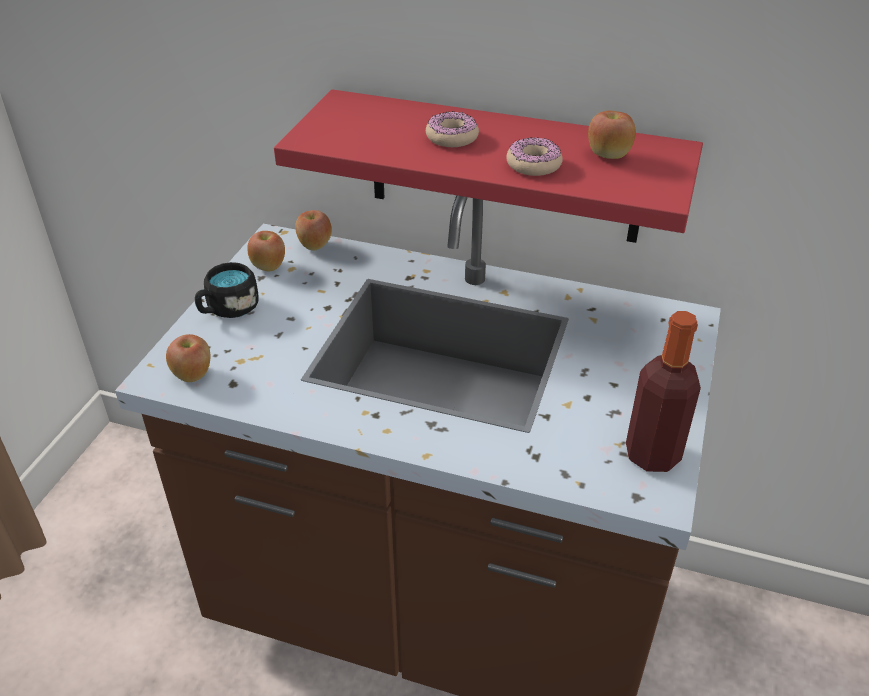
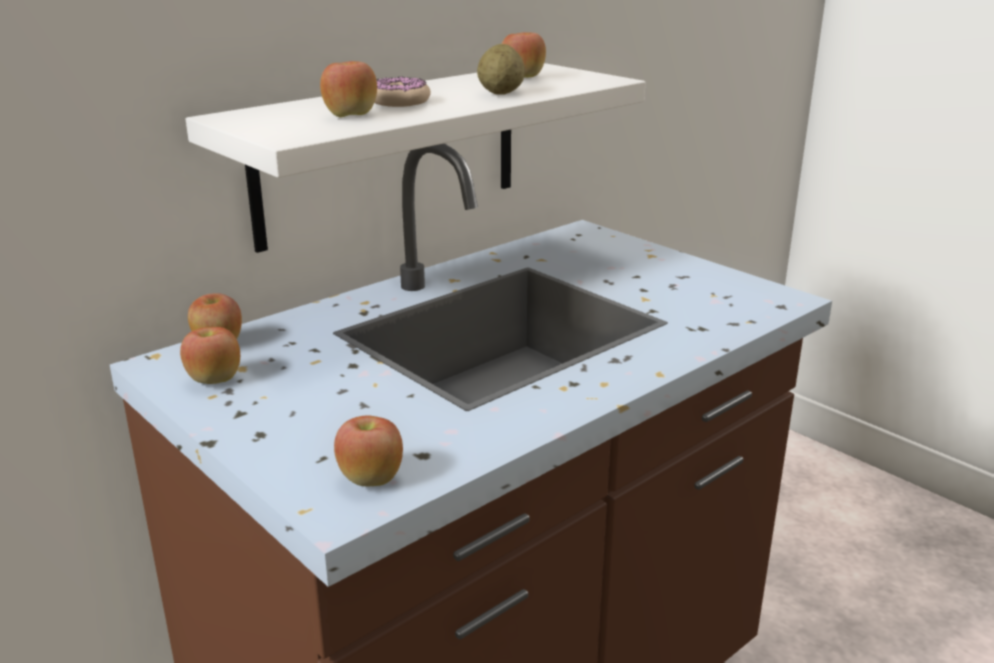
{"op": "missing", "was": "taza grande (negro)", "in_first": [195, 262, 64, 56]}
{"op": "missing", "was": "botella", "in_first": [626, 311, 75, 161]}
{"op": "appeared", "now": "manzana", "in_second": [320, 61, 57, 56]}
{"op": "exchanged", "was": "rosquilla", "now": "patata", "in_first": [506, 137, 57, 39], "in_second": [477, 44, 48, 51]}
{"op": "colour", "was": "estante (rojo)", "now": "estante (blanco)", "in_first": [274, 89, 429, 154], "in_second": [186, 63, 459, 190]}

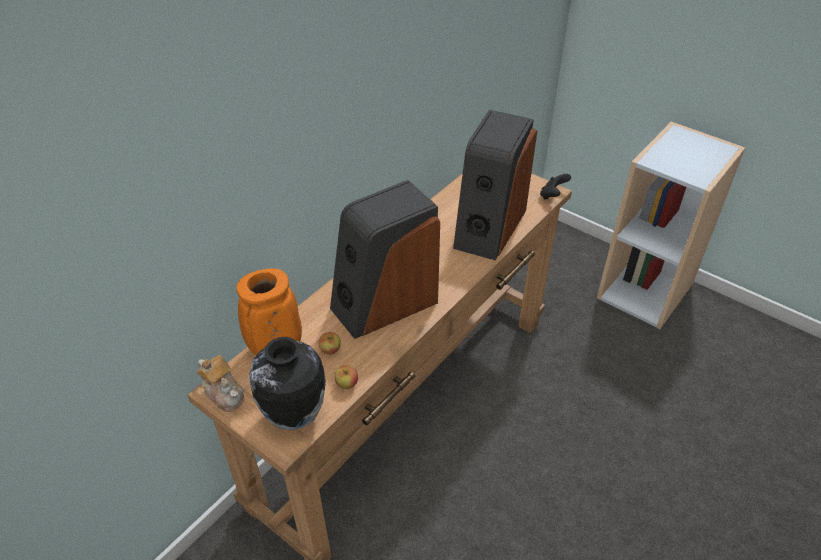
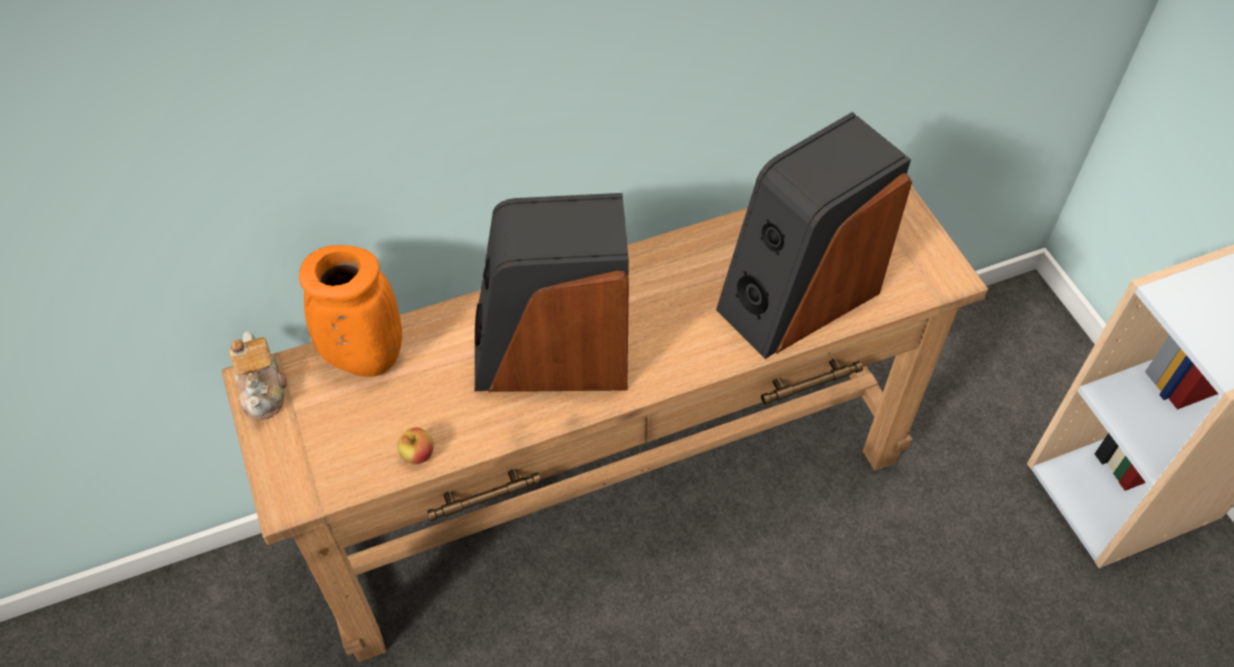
{"op": "missing", "was": "florero", "in_first": [249, 337, 77, 93]}
{"op": "missing", "was": "manzana", "in_first": [318, 332, 23, 23]}
{"op": "missing", "was": "mando de consola (negro)", "in_first": [540, 174, 31, 26]}

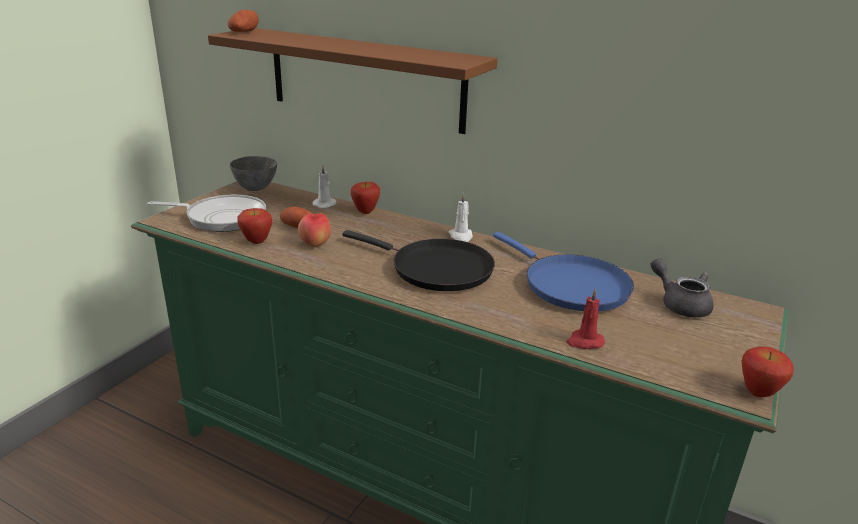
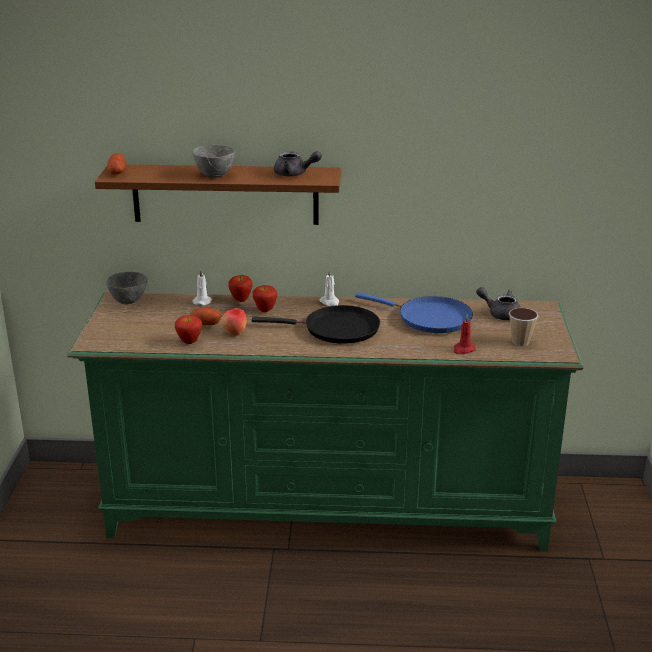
{"op": "missing", "was": "sartén", "in_first": [148, 195, 118, 37]}
{"op": "appeared", "now": "cuenco (gris)", "in_second": [193, 145, 42, 33]}
{"op": "appeared", "now": "tetera (gris)", "in_second": [274, 151, 48, 26]}
{"op": "appeared", "now": "taza", "in_second": [509, 308, 29, 38]}
{"op": "relocated", "was": "manzana", "in_first": [742, 346, 52, 51], "in_second": [253, 285, 24, 27]}

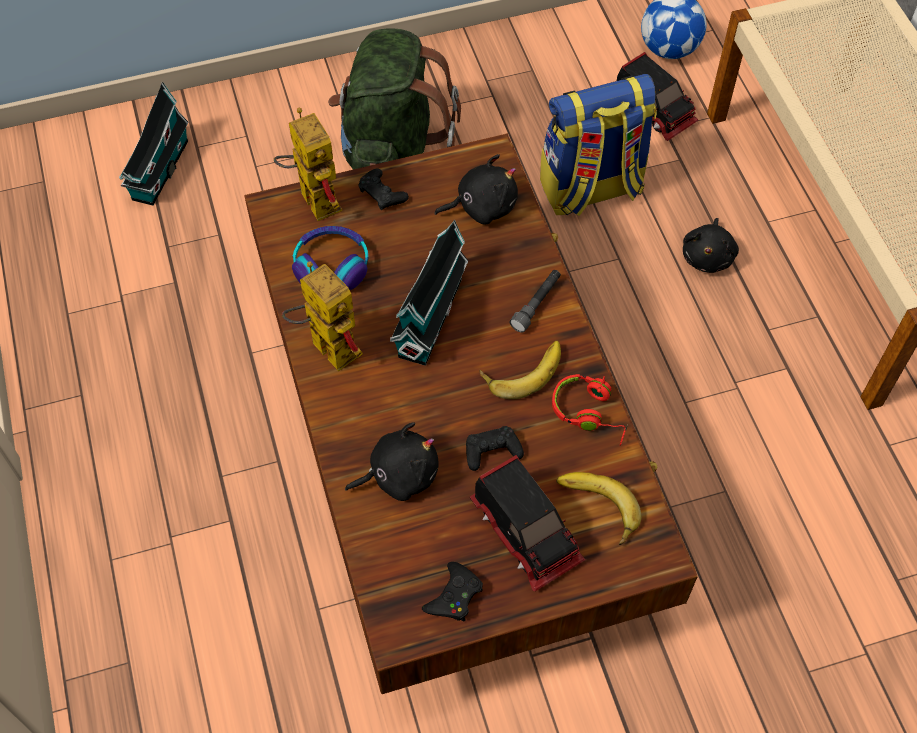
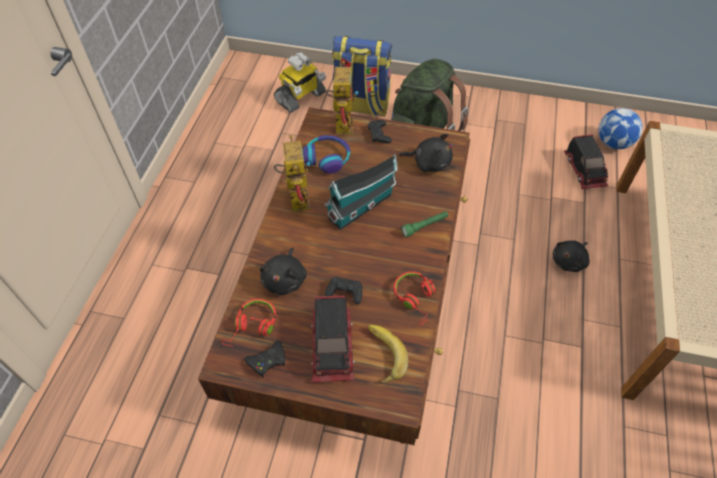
{"op": "missing", "was": "plátano", "in_first": [480, 341, 81, 58]}
{"op": "appeared", "now": "auriculares (rojo)", "in_second": [221, 299, 56, 48]}
{"op": "relocated", "was": "mochila", "in_first": [540, 74, 117, 142], "in_second": [332, 36, 60, 81]}
{"op": "exchanged", "was": "casita", "now": "robot de juguete", "in_first": [119, 82, 70, 123], "in_second": [274, 52, 52, 61]}
{"op": "colour", "was": "linterna (gris)", "now": "linterna (verde)", "in_first": [510, 270, 51, 63], "in_second": [401, 211, 47, 26]}
{"op": "spun", "was": "peluche (negro)", "in_first": [345, 422, 93, 79], "in_second": [260, 247, 47, 48], "clockwise": 90}

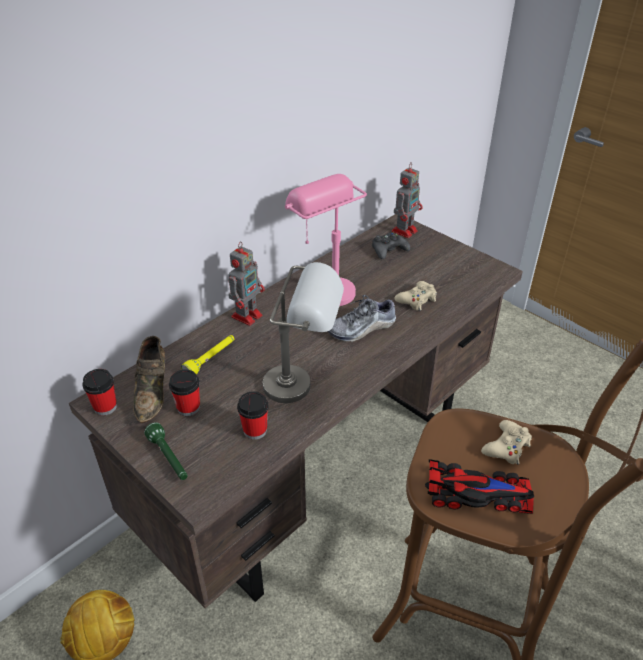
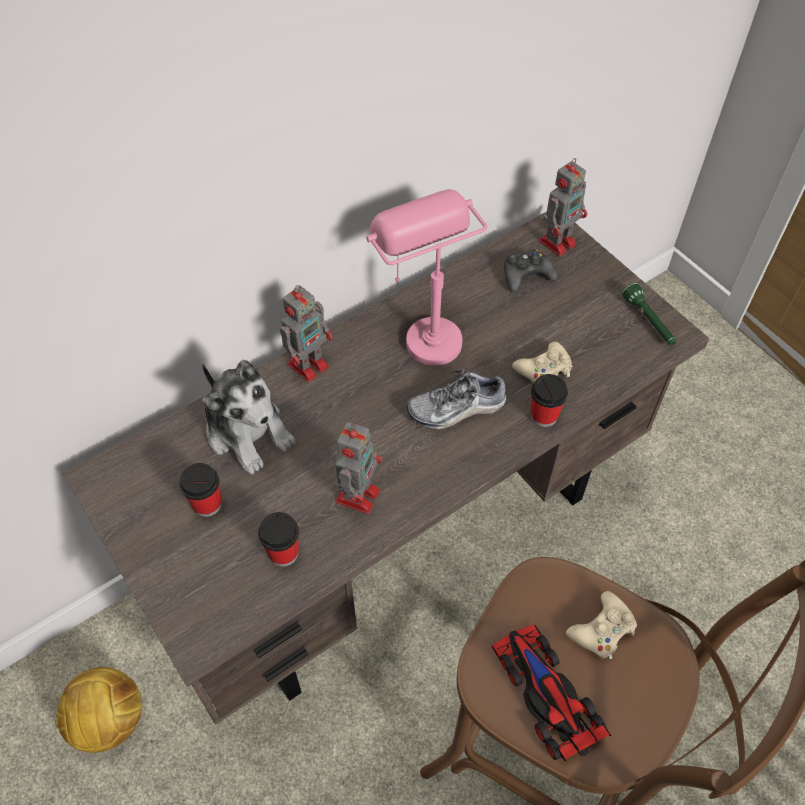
{"op": "missing", "was": "zapato (marrón)", "in_first": [133, 336, 32, 87]}
{"op": "relocated", "was": "taza", "in_first": [82, 369, 35, 47], "in_second": [531, 374, 37, 53]}
{"op": "relocated", "was": "linterna (verde)", "in_first": [144, 422, 43, 58], "in_second": [622, 283, 54, 63]}
{"op": "exchanged", "was": "linterna (amarillo)", "now": "peluche", "in_first": [181, 335, 53, 39], "in_second": [202, 360, 94, 115]}
{"op": "exchanged", "was": "lámpara de mesa (gris)", "now": "robot de juguete", "in_first": [263, 262, 81, 141], "in_second": [335, 422, 47, 92]}
{"op": "spun", "was": "coche de juguete", "in_first": [425, 459, 109, 55], "in_second": [492, 624, 119, 137], "clockwise": -135}

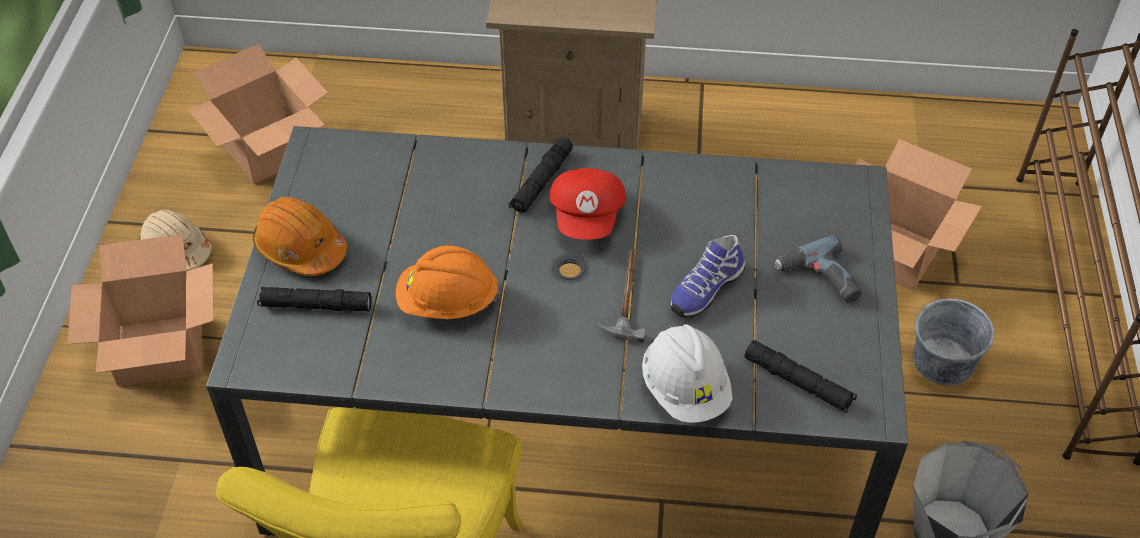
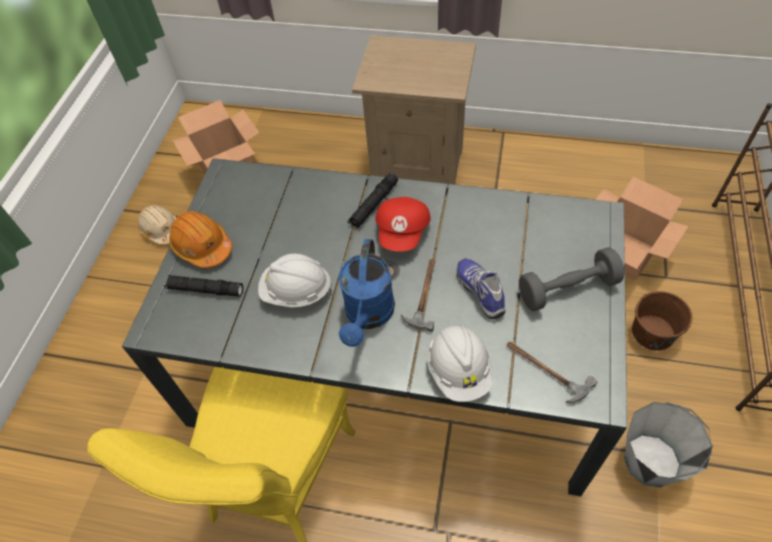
{"op": "missing", "was": "caja de cartón", "in_first": [67, 234, 147, 153]}
{"op": "appeared", "now": "regadera (azul)", "in_second": [338, 239, 57, 108]}
{"op": "exchanged", "was": "linterna (negro)", "now": "martillo", "in_first": [745, 340, 112, 73], "in_second": [507, 342, 90, 61]}
{"op": "exchanged", "was": "taladro", "now": "mancuerna (gris)", "in_first": [774, 235, 88, 68], "in_second": [519, 247, 105, 64]}
{"op": "colour", "was": "casco (naranja)", "now": "casco (blanco)", "in_first": [396, 246, 103, 73], "in_second": [258, 254, 75, 54]}
{"op": "colour", "was": "cubo (gris)", "now": "cubo (marrón)", "in_first": [913, 299, 82, 86], "in_second": [632, 291, 61, 60]}
{"op": "spun", "was": "zapato", "in_first": [670, 235, 75, 83], "in_second": [457, 258, 48, 61], "clockwise": 105}

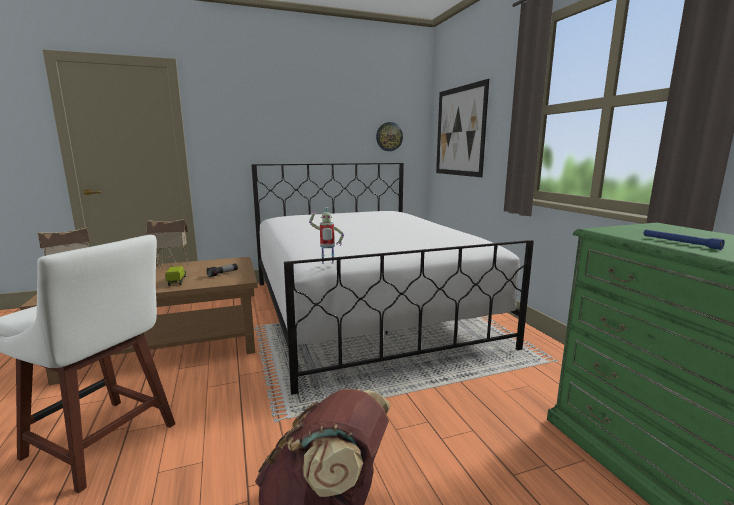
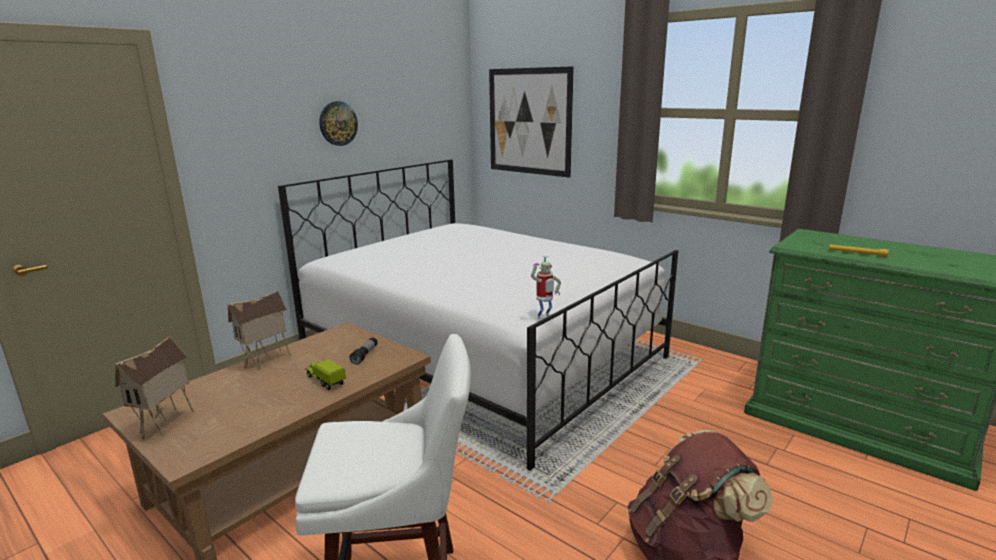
{"op": "relocated", "was": "reloj de pared", "in_first": [376, 122, 27, 29], "in_second": [319, 101, 39, 45]}
{"op": "colour", "was": "linterna (azul)", "now": "linterna (amarillo)", "in_first": [643, 229, 82, 21], "in_second": [829, 245, 59, 12]}

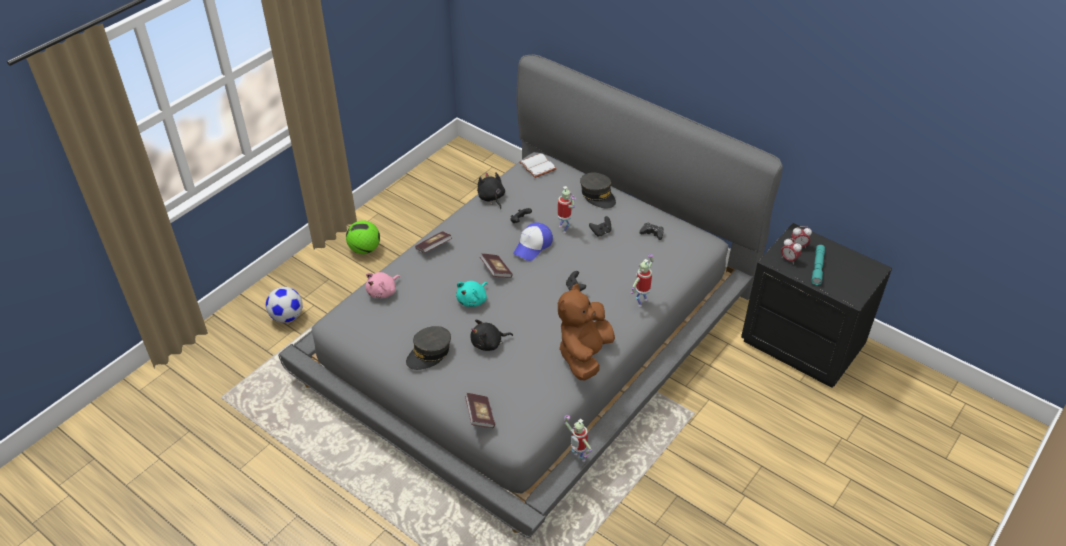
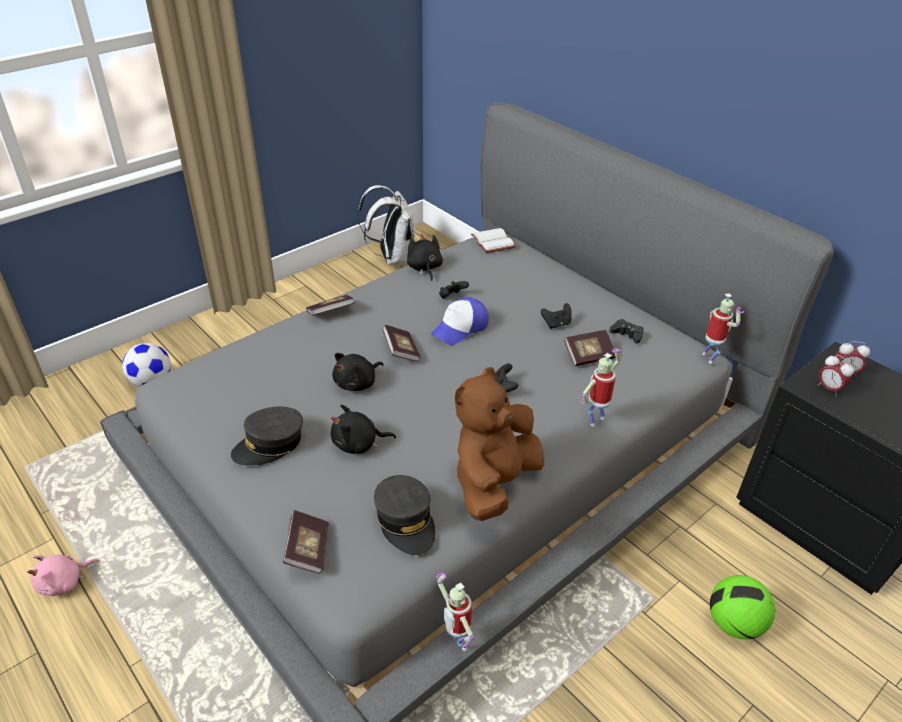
{"op": "missing", "was": "linterna (turquesa)", "in_first": [811, 245, 14, 41]}
{"op": "appeared", "now": "mochila (blanco)", "in_second": [357, 185, 59, 80]}
{"op": "appeared", "now": "libro", "in_second": [564, 330, 51, 36]}
{"op": "relocated", "was": "balón de fútbol", "in_first": [346, 221, 34, 33], "in_second": [710, 575, 65, 64]}
{"op": "relocated", "was": "peluche (rosa)", "in_first": [365, 272, 35, 26], "in_second": [27, 555, 72, 41]}
{"op": "relocated", "was": "robot de juguete", "in_first": [558, 186, 18, 47], "in_second": [702, 293, 42, 71]}
{"op": "relocated", "was": "gorra (gris)", "in_first": [580, 172, 36, 37], "in_second": [374, 475, 61, 80]}
{"op": "colour", "was": "peluche (turquesa)", "now": "peluche (negro)", "in_first": [456, 281, 32, 26], "in_second": [332, 353, 51, 38]}

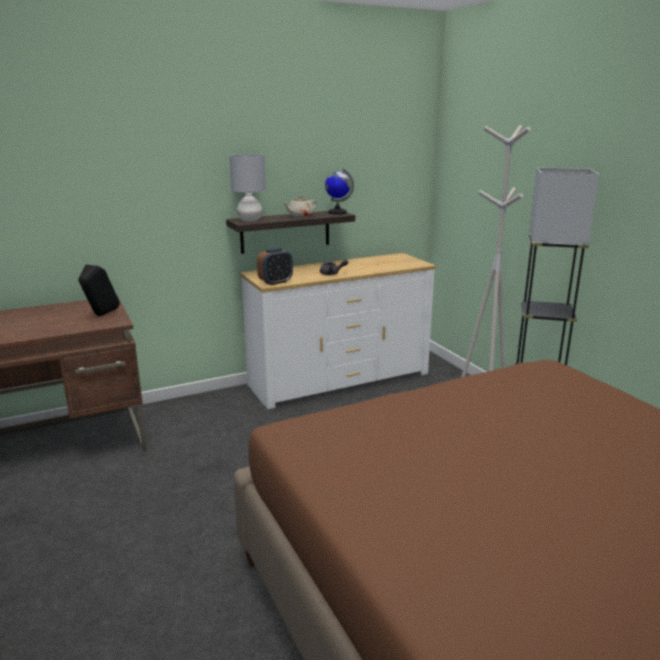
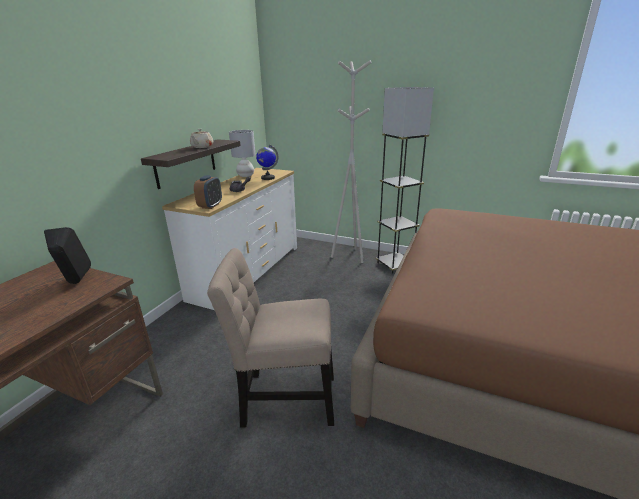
{"op": "appeared", "now": "silla (beis)", "in_second": [207, 248, 127, 179]}
{"op": "relocated", "was": "lámpara de mesa (gris)", "in_first": [229, 154, 37, 68], "in_second": [229, 130, 27, 47]}
{"op": "relocated", "was": "globo terráqueo", "in_first": [325, 168, 29, 47], "in_second": [256, 145, 23, 35]}

